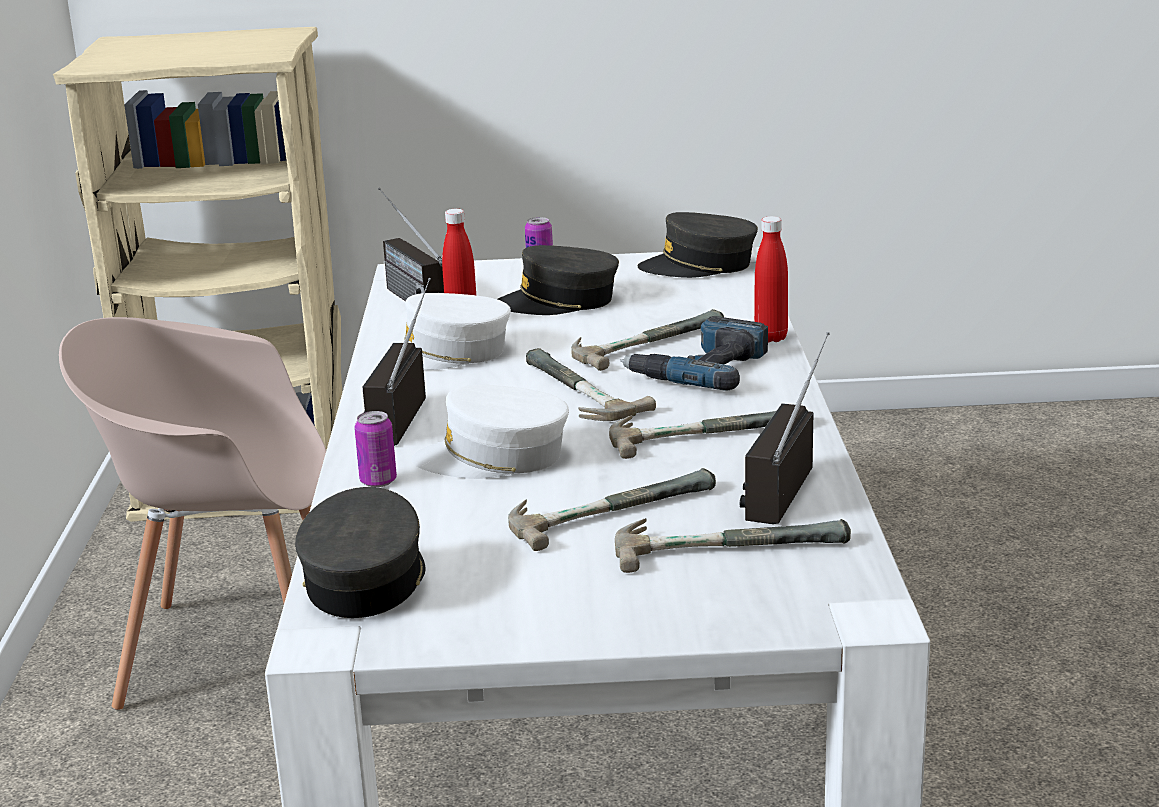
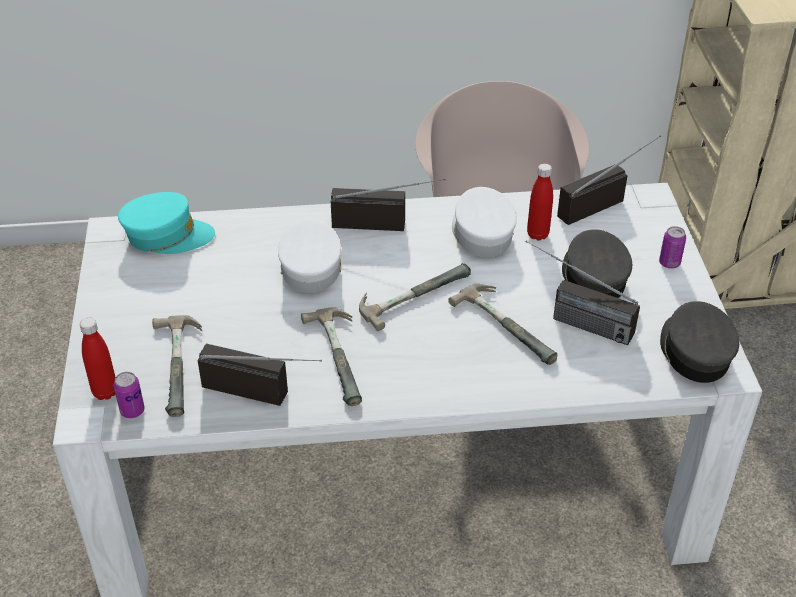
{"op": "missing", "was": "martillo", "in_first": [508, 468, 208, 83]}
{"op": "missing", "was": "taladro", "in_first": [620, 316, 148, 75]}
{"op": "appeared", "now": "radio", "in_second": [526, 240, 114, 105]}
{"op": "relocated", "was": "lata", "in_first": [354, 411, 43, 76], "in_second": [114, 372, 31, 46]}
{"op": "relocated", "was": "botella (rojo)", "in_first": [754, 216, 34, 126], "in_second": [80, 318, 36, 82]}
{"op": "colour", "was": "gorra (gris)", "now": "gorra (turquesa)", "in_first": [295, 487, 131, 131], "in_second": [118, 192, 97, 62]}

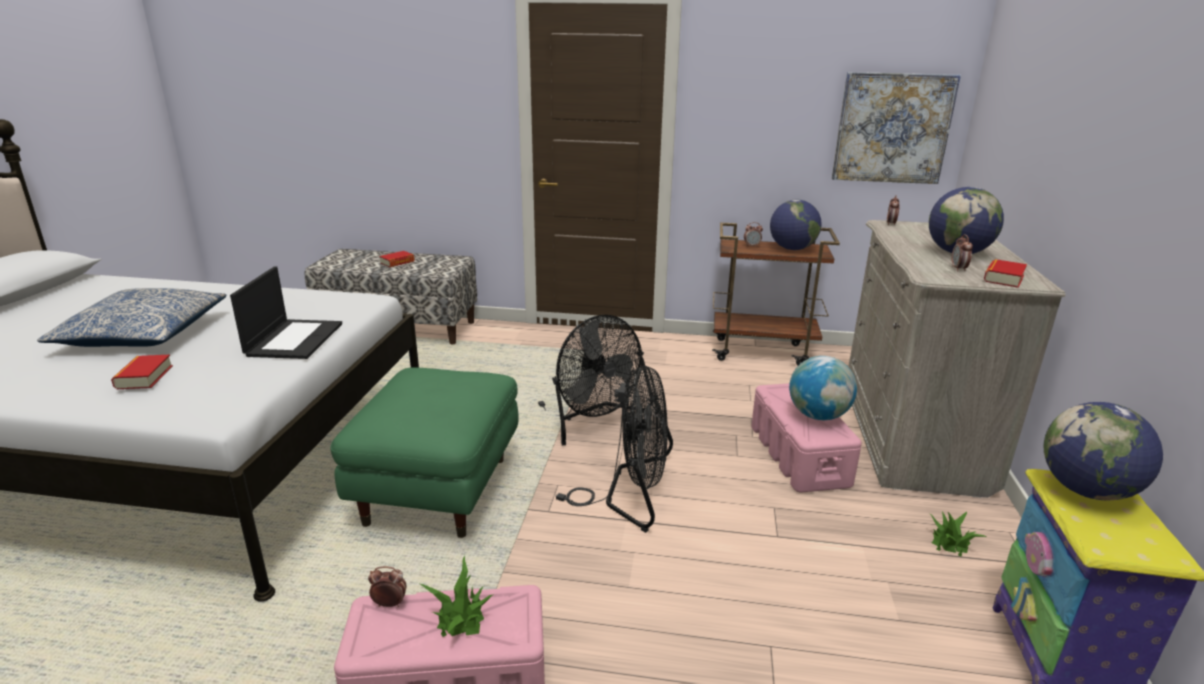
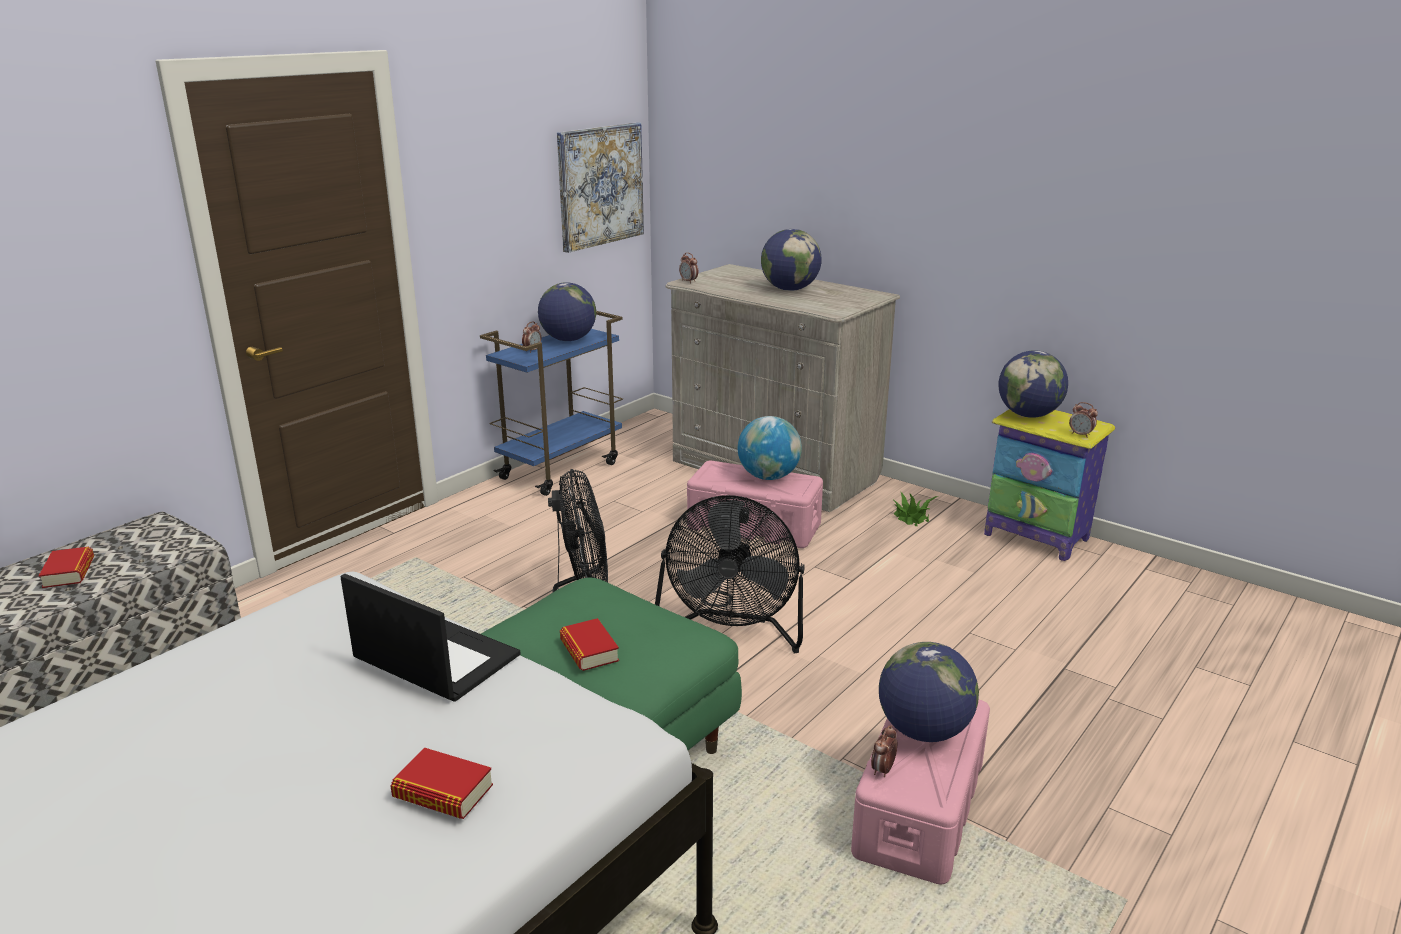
{"op": "missing", "was": "cojín", "in_first": [37, 288, 190, 59]}
{"op": "relocated", "was": "despertador", "in_first": [952, 234, 21, 38], "in_second": [1069, 402, 29, 36]}
{"op": "relocated", "was": "libro", "in_first": [984, 259, 43, 29], "in_second": [560, 618, 59, 53]}
{"op": "exchanged", "was": "planta en maceta", "now": "globo terráqueo", "in_first": [420, 555, 74, 82], "in_second": [879, 642, 100, 100]}
{"op": "colour", "was": "carrito (marrón)", "now": "carrito (azul)", "in_first": [712, 222, 128, 144], "in_second": [480, 311, 143, 185]}
{"op": "spun", "was": "ventilador (negro)", "in_first": [555, 365, 118, 168], "in_second": [655, 495, 150, 159], "clockwise": 150}

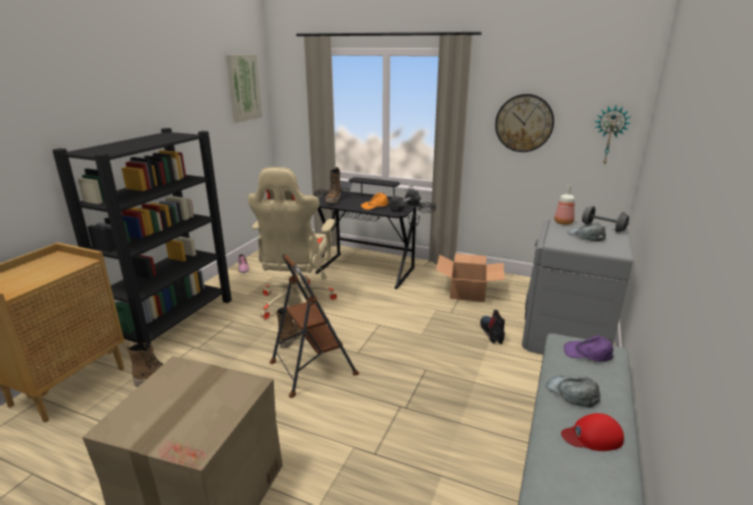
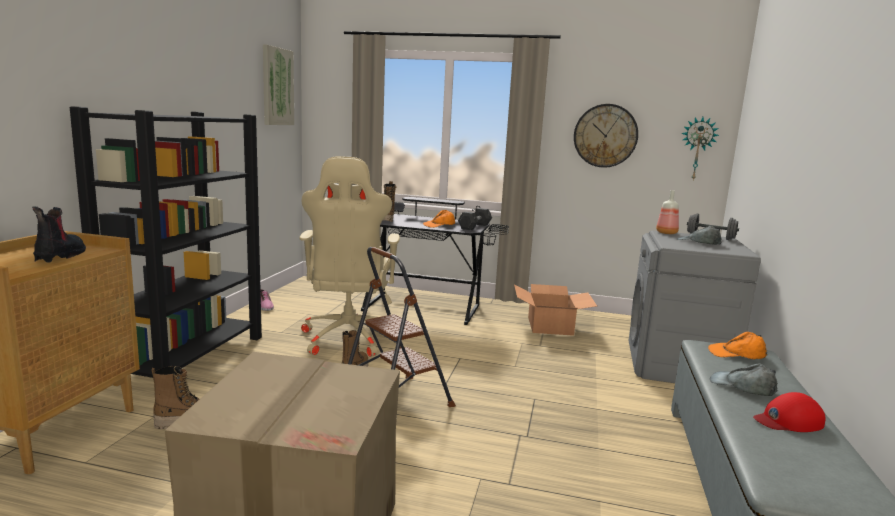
{"op": "relocated", "was": "bota", "in_first": [480, 310, 25, 34], "in_second": [32, 206, 54, 57]}
{"op": "colour", "was": "gorra (morado)", "now": "gorra (naranja)", "in_first": [564, 335, 49, 27], "in_second": [708, 332, 59, 27]}

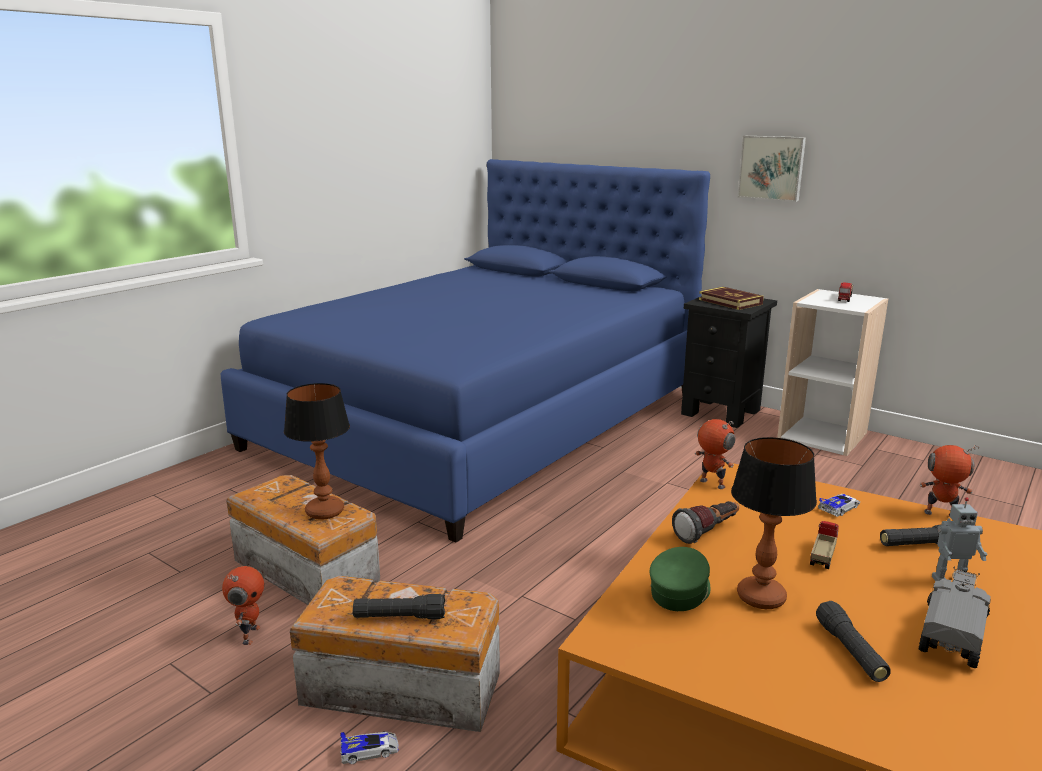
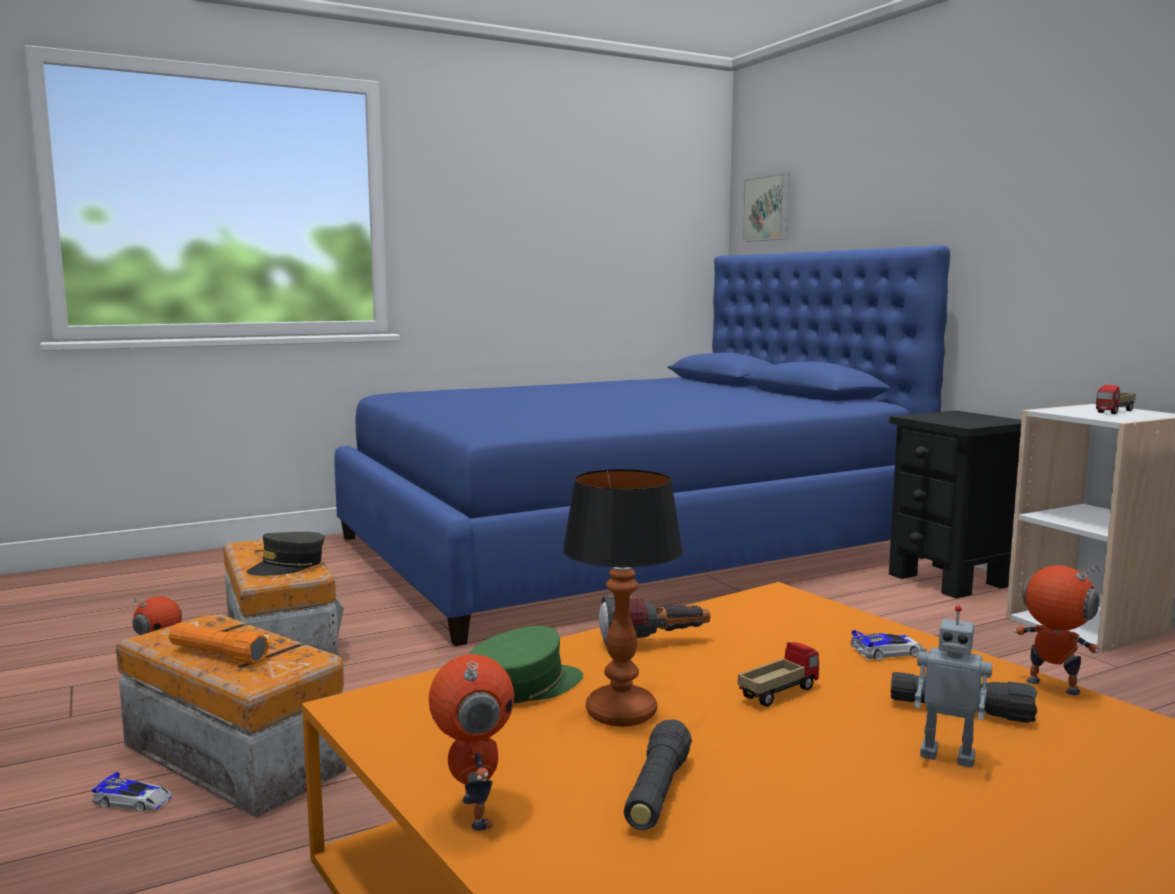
{"op": "missing", "was": "libro", "in_first": [699, 287, 65, 23]}
{"op": "missing", "was": "camión de juguete", "in_first": [918, 566, 73, 102]}
{"op": "relocated", "was": "robot de juguete", "in_first": [695, 419, 41, 70], "in_second": [429, 654, 85, 177]}
{"op": "relocated", "was": "cuadro", "in_first": [737, 136, 69, 66], "in_second": [742, 173, 48, 69]}
{"op": "exchanged", "was": "lámpara de mesa", "now": "gorra (gris)", "in_first": [284, 383, 66, 137], "in_second": [247, 532, 78, 44]}
{"op": "colour", "was": "linterna (negro)", "now": "linterna (naranja)", "in_first": [353, 594, 92, 25], "in_second": [169, 623, 100, 41]}

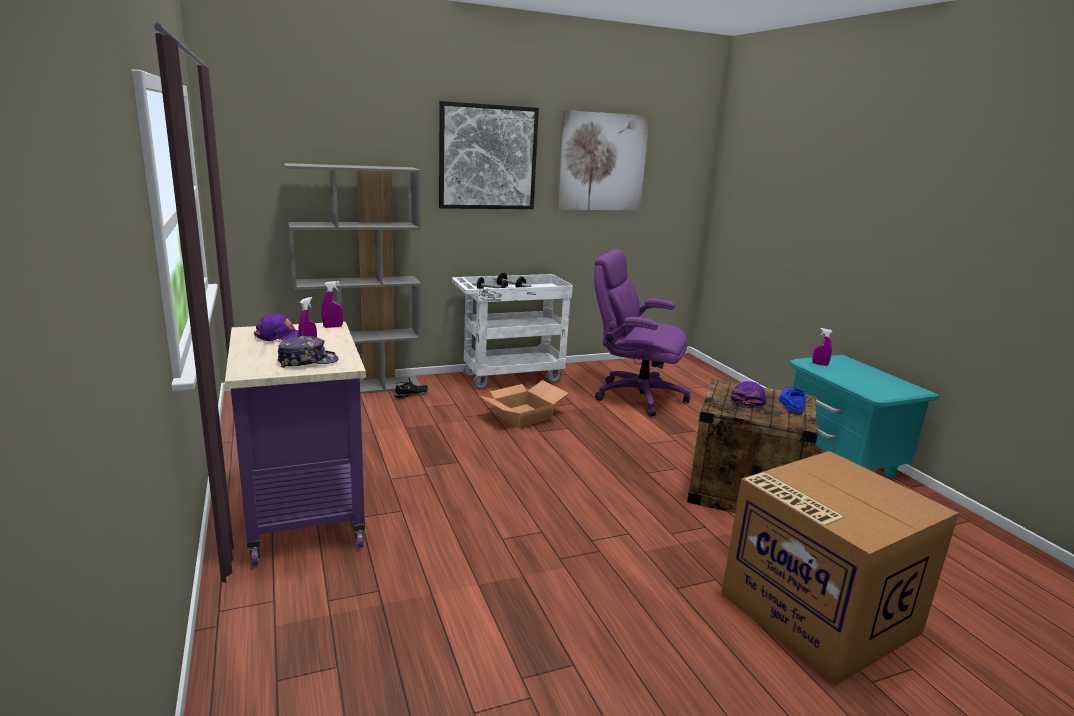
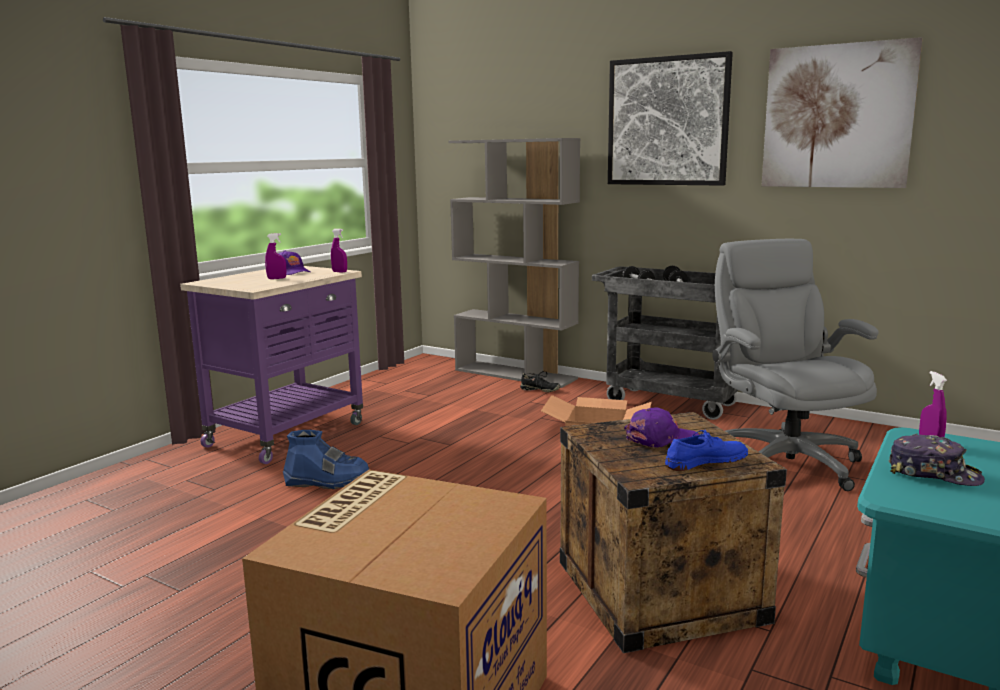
{"op": "appeared", "now": "bota (azul)", "in_second": [283, 430, 87, 59]}
{"op": "relocated", "was": "gorra", "in_first": [278, 336, 61, 32], "in_second": [888, 433, 97, 53]}
{"op": "colour", "was": "carrito (blanco)", "now": "carrito (negro)", "in_first": [452, 274, 121, 115], "in_second": [592, 266, 146, 154]}
{"op": "colour", "was": "silla de oficina (morado)", "now": "silla de oficina (gris)", "in_first": [594, 249, 97, 168], "in_second": [713, 239, 166, 252]}

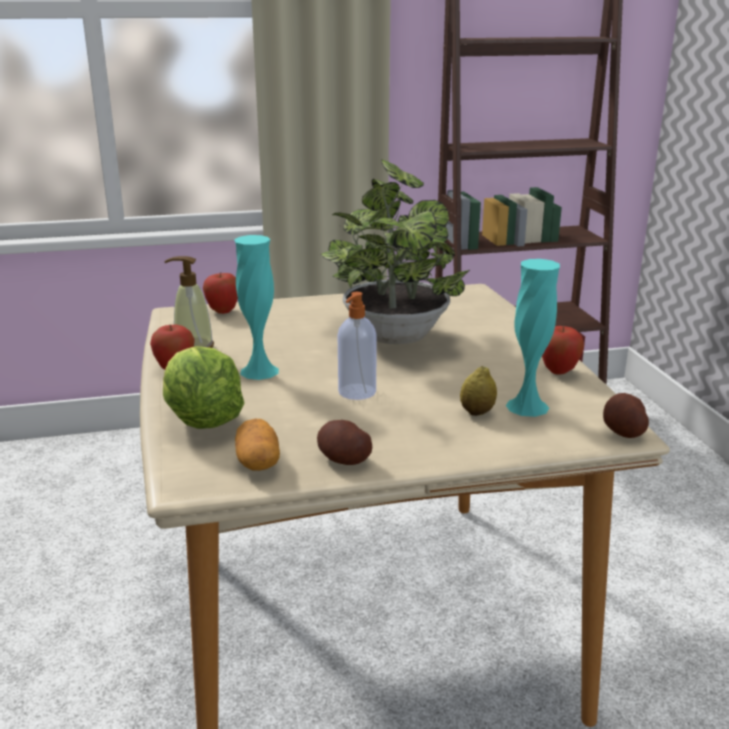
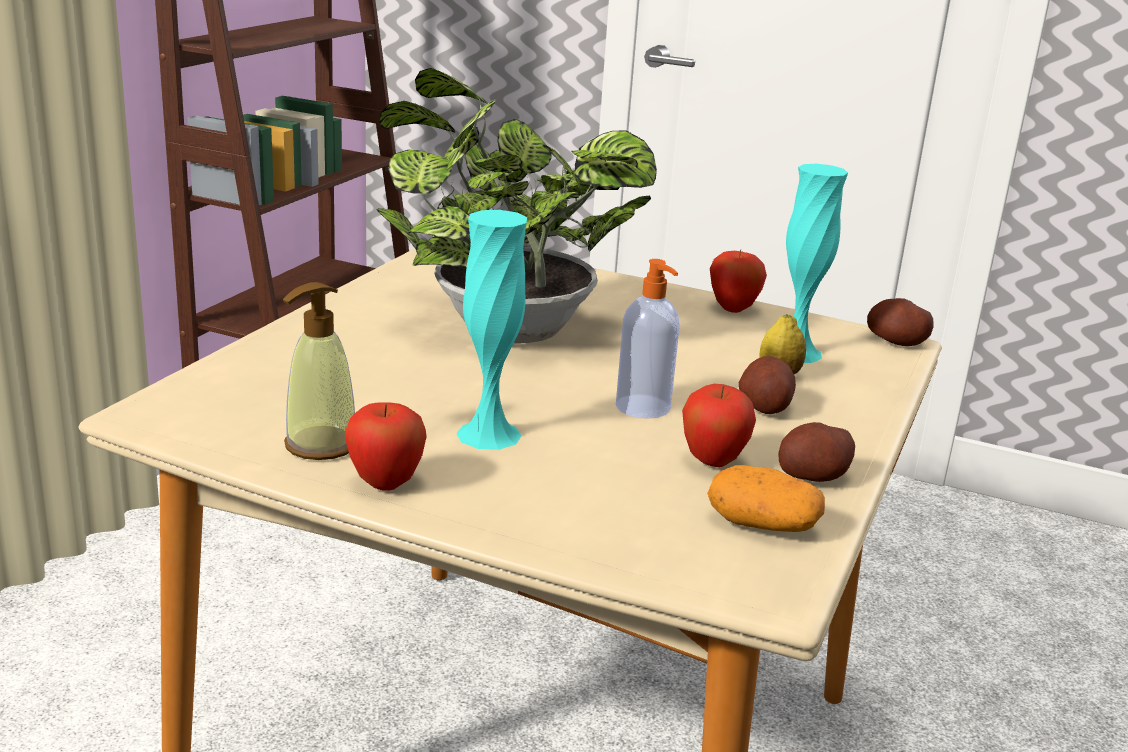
{"op": "missing", "was": "lechuga", "in_first": [163, 346, 81, 83]}
{"op": "appeared", "now": "patata", "in_second": [739, 356, 57, 58]}
{"op": "relocated", "was": "manzana", "in_first": [203, 273, 35, 41], "in_second": [682, 384, 74, 83]}

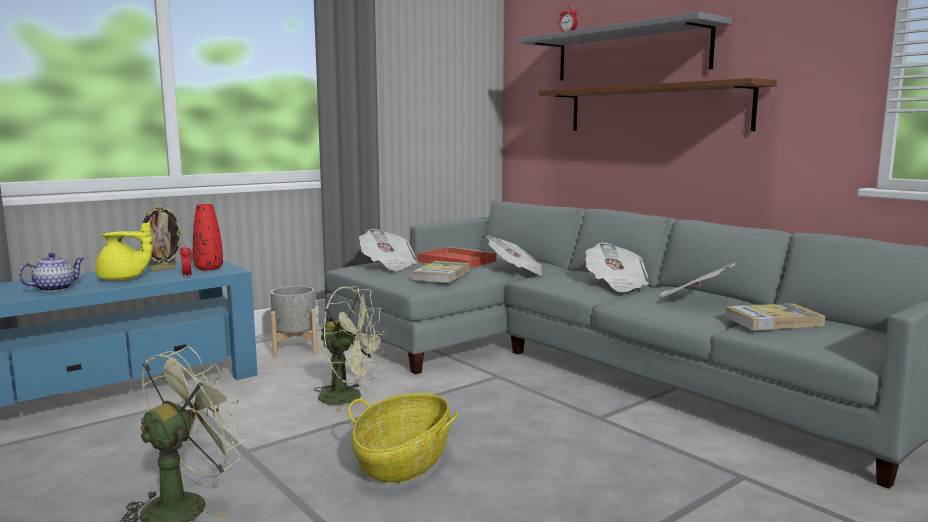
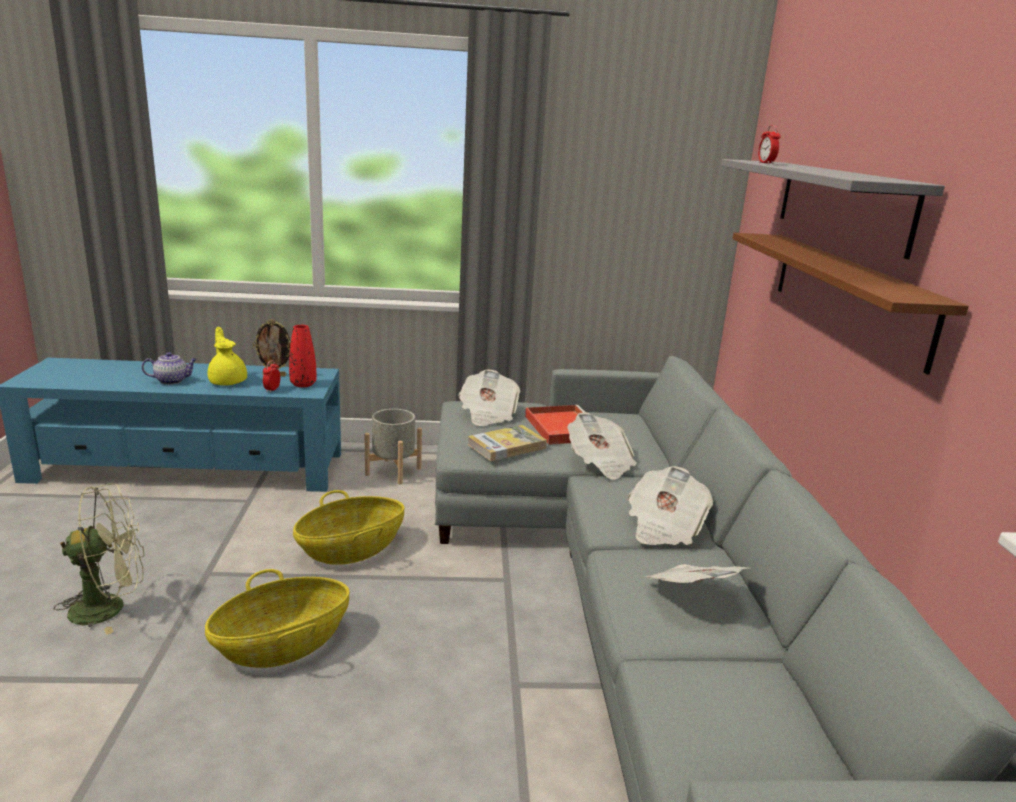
{"op": "missing", "was": "libro", "in_first": [724, 303, 101, 27]}
{"op": "exchanged", "was": "ventilador (verde)", "now": "cesta", "in_first": [314, 286, 73, 127], "in_second": [293, 490, 112, 75]}
{"op": "spun", "was": "tetera (amarillo)", "in_first": [96, 221, 56, 59], "in_second": [208, 327, 39, 59], "clockwise": -150}

